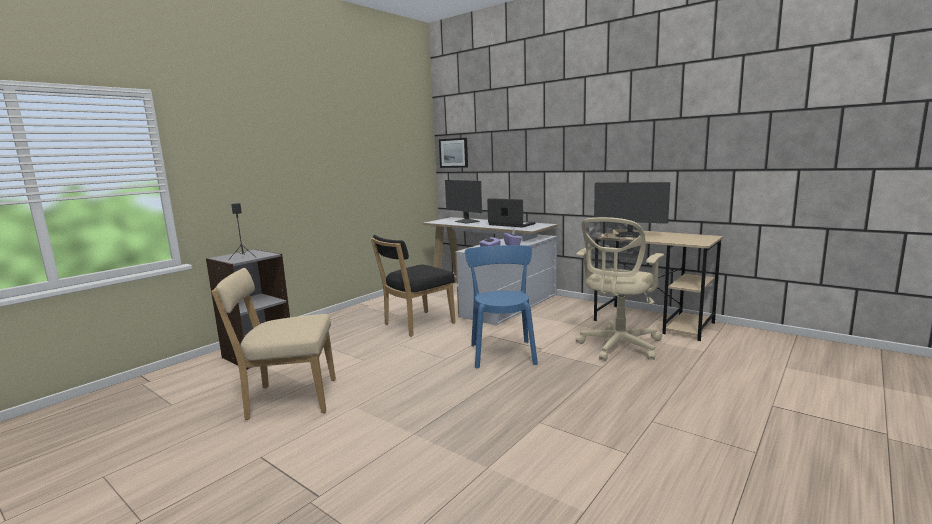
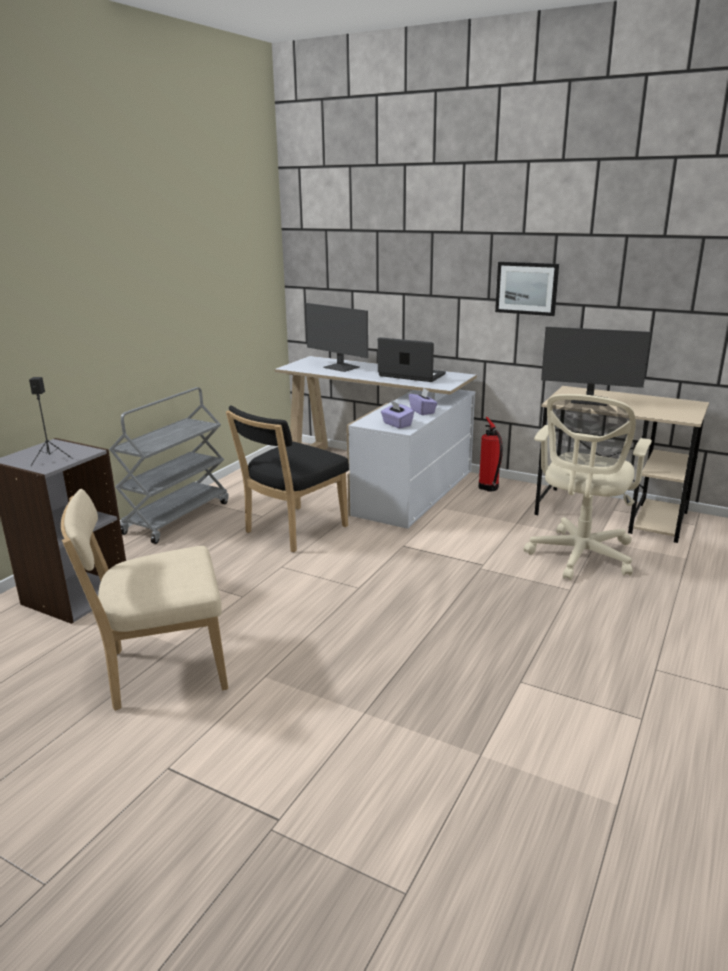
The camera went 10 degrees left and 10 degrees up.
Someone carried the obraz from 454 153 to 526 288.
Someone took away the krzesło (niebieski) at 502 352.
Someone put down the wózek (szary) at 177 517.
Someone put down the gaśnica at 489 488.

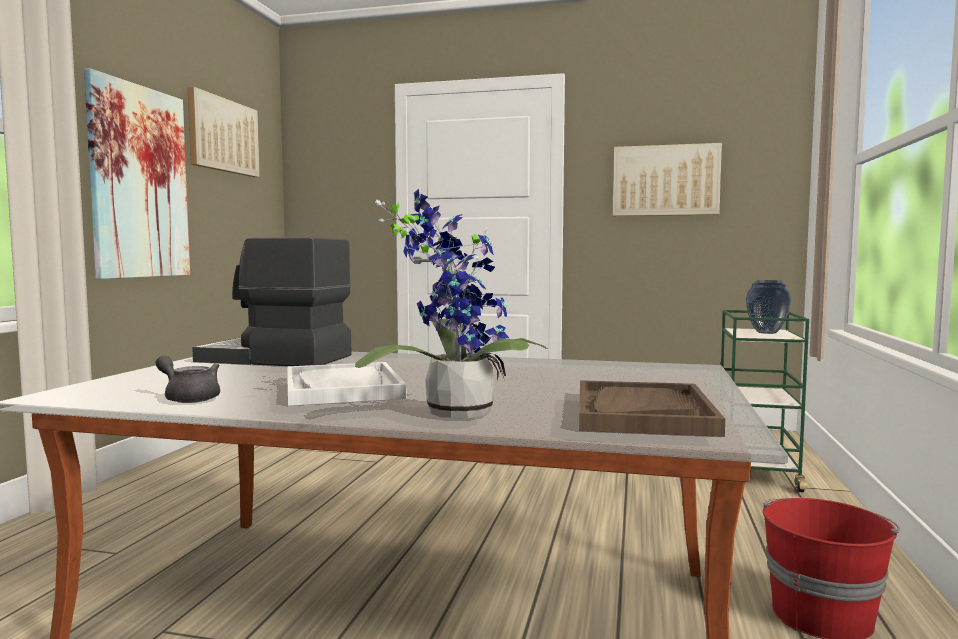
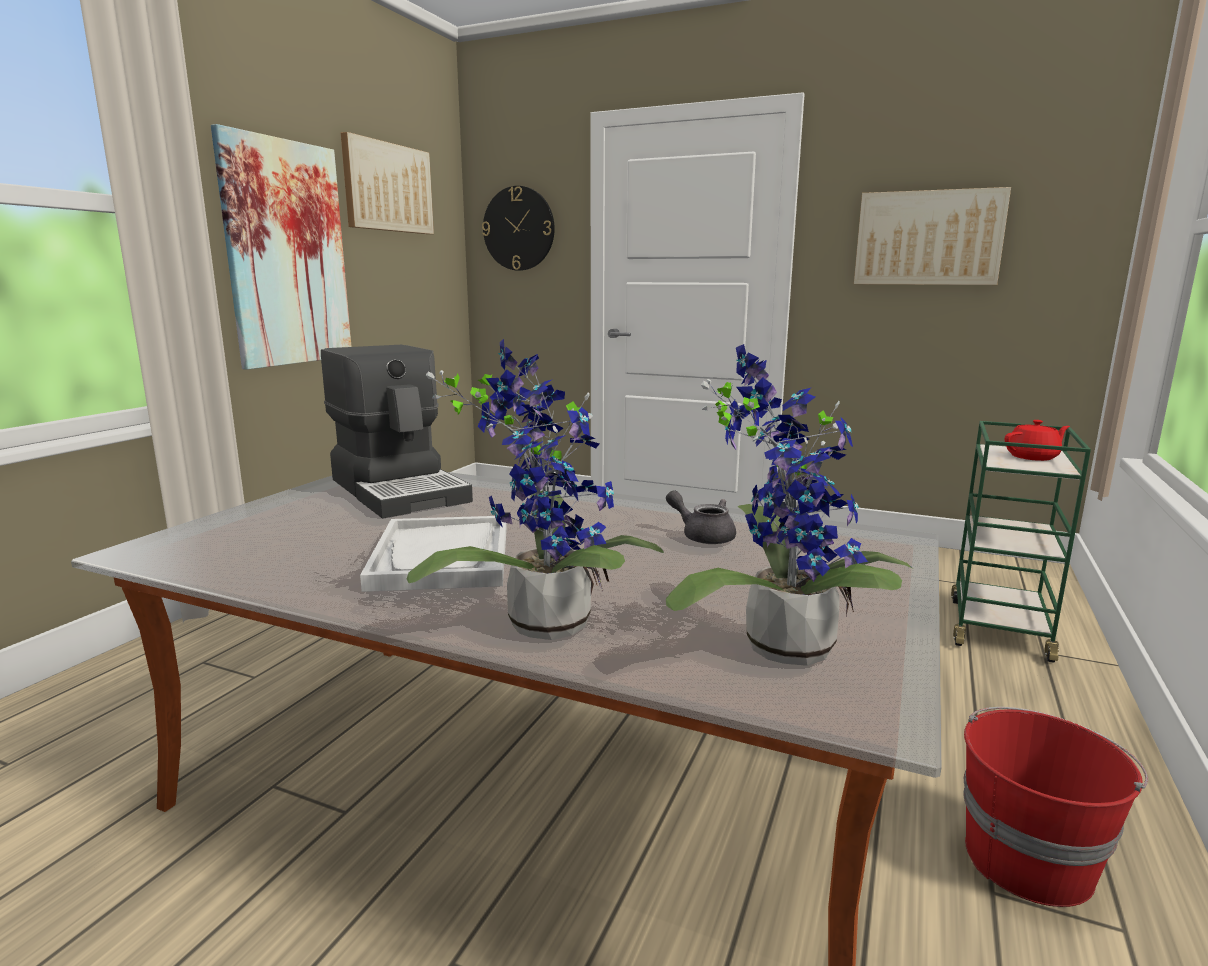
The camera went 10 degrees right and 10 degrees up.
Someone carried the imbryk (szary) from 189 398 to 703 536.
Someone rotated the ekspres do kawy at 275 359 by 150 degrees counterclockwise.
Someone swapped the taca (brązowy) at 642 412 for the roślina doniczkowa at 779 643.
Someone swapped the wazon at 766 332 for the imbryk (czerwony) at 1033 457.
Someone put up the zegar ścienny at 519 228.

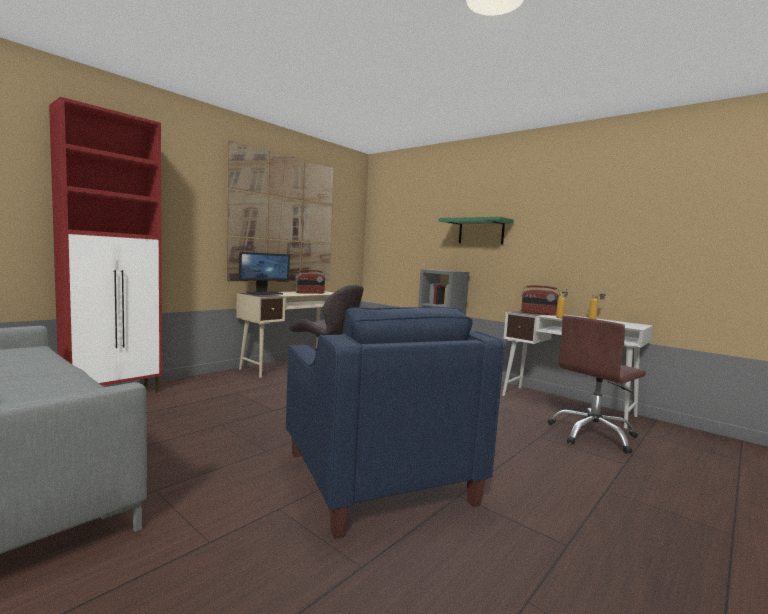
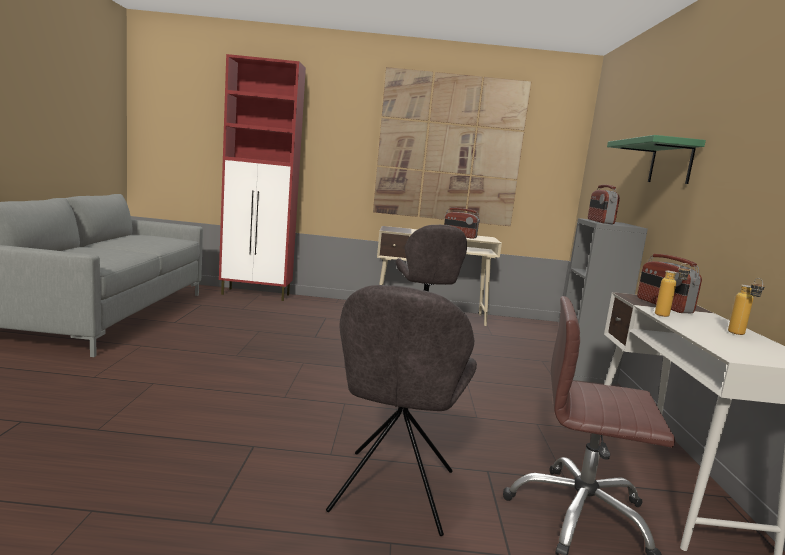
The camera went 50 degrees right and 5 degrees up.
Someone took away the monitor at 264 293.
Someone took away the fotel (niebieski) at 376 477.
Someone put down the krzesło (szary) at 392 494.
Someone put down the radio at 600 221.

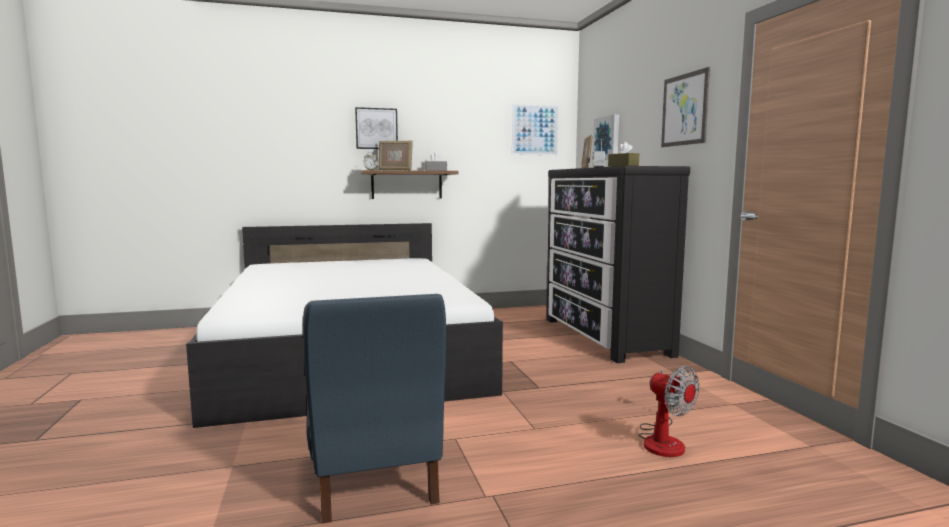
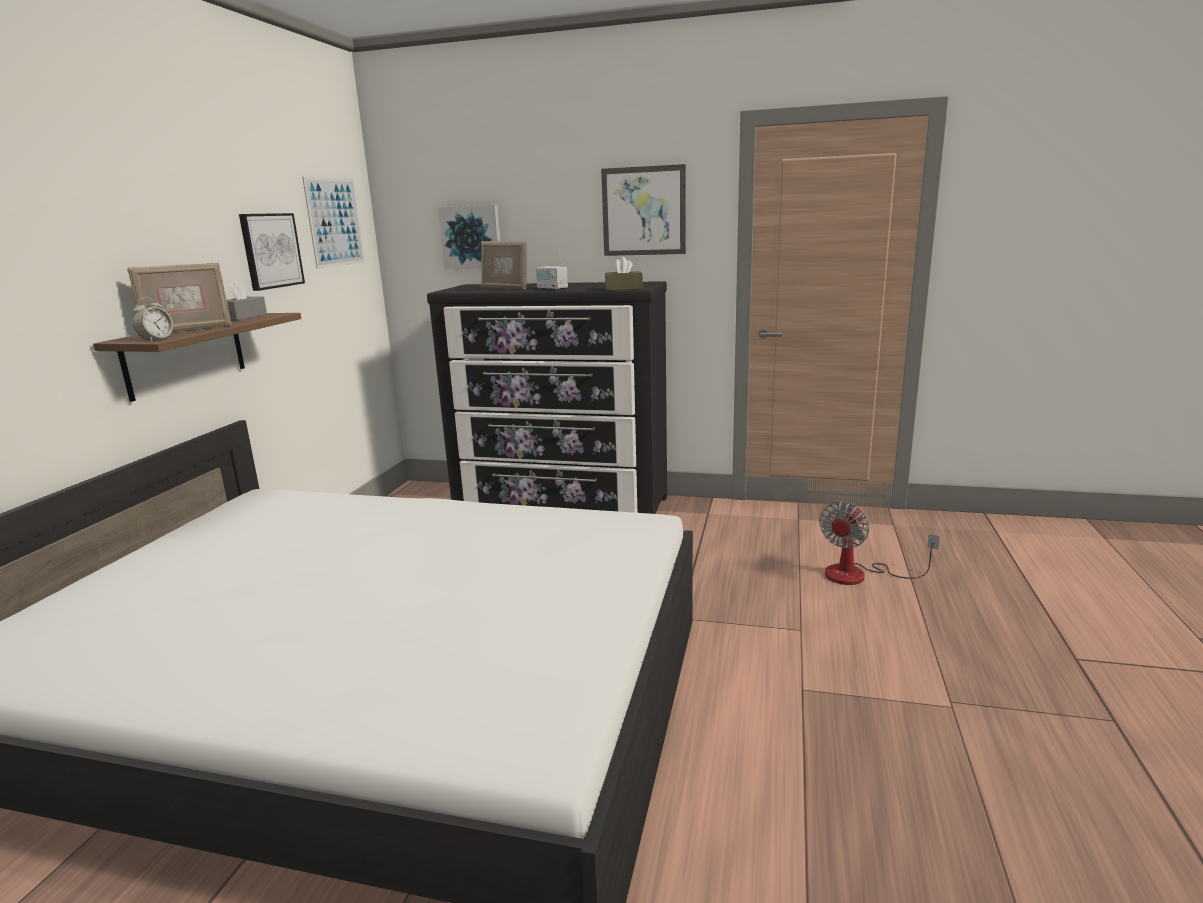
The camera went 60 degrees left and 10 degrees up.
Someone took away the krzesło (niebieski) at 374 480.
Someone carried the obraz from 376 128 to 271 250.
Someone rotated the wentylator at 662 440 by 135 degrees clockwise.

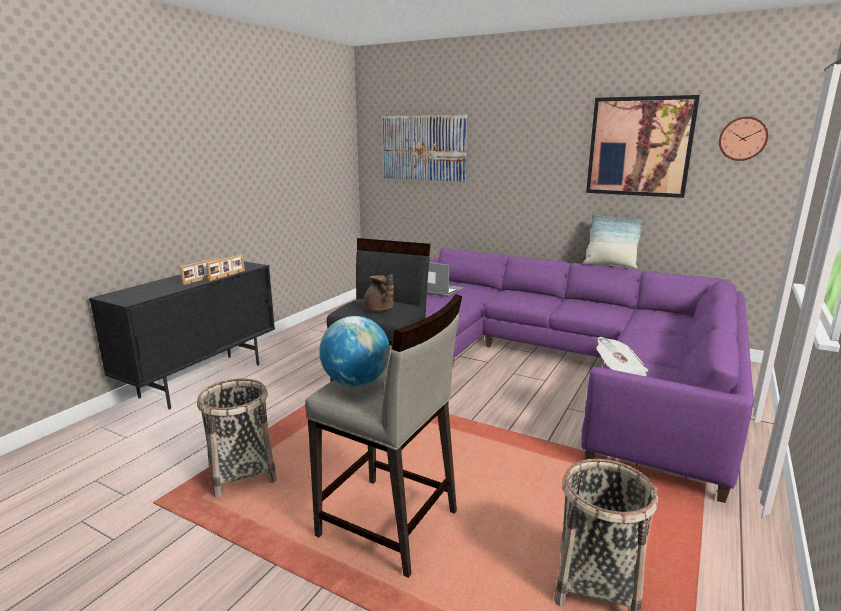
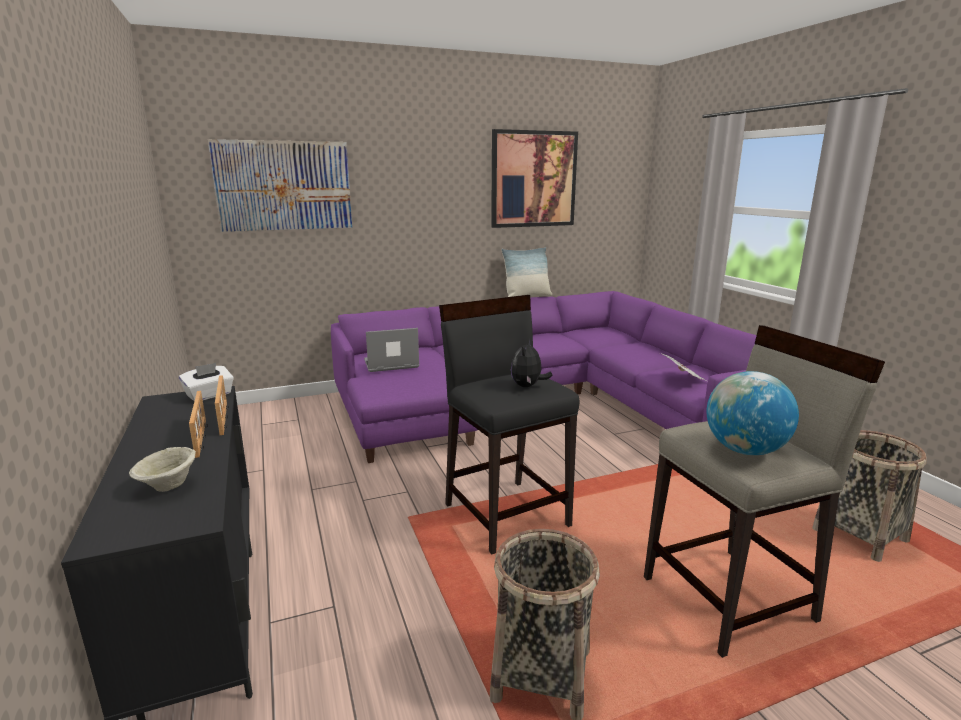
The camera went 50 degrees left and 0 degrees up.
Someone swapped the imbryk (brązowy) at 379 309 for the pluszak at 528 386.
Someone took away the zegar ścienny at 742 138.
Someone put down the miska (beżowy) at 169 486.
Someone put down the pudełko chusteczek (biały) at 209 395.

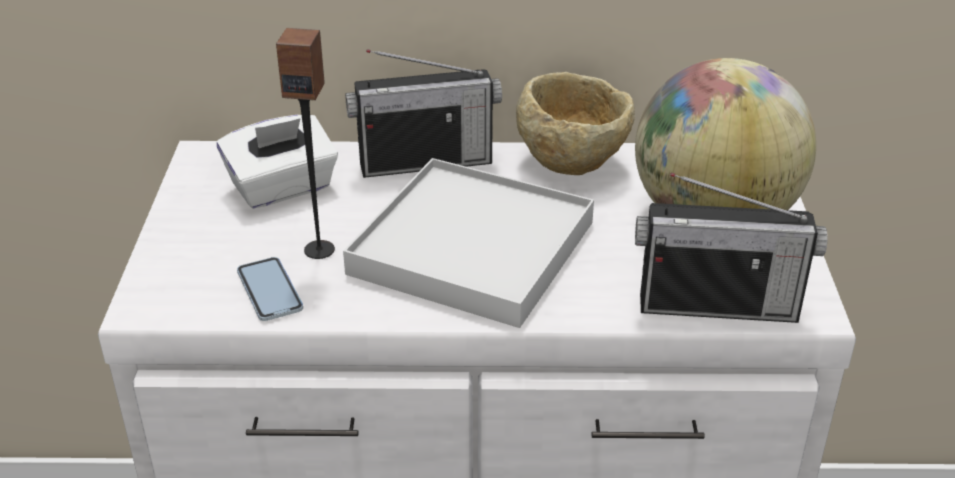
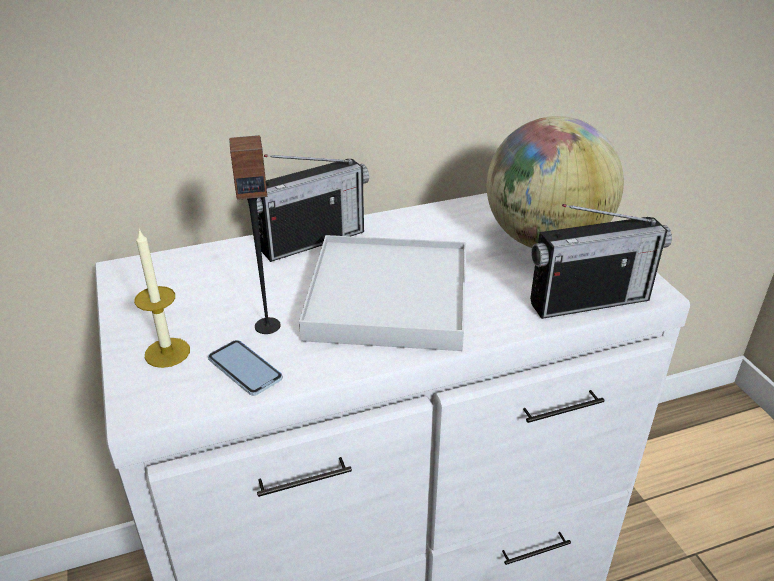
The camera went 20 degrees left and 0 degrees up.
Someone took away the pudełko chusteczek (biały) at 282 188.
Someone took away the miska (beżowy) at 573 162.
Someone put down the świeca at 167 352.

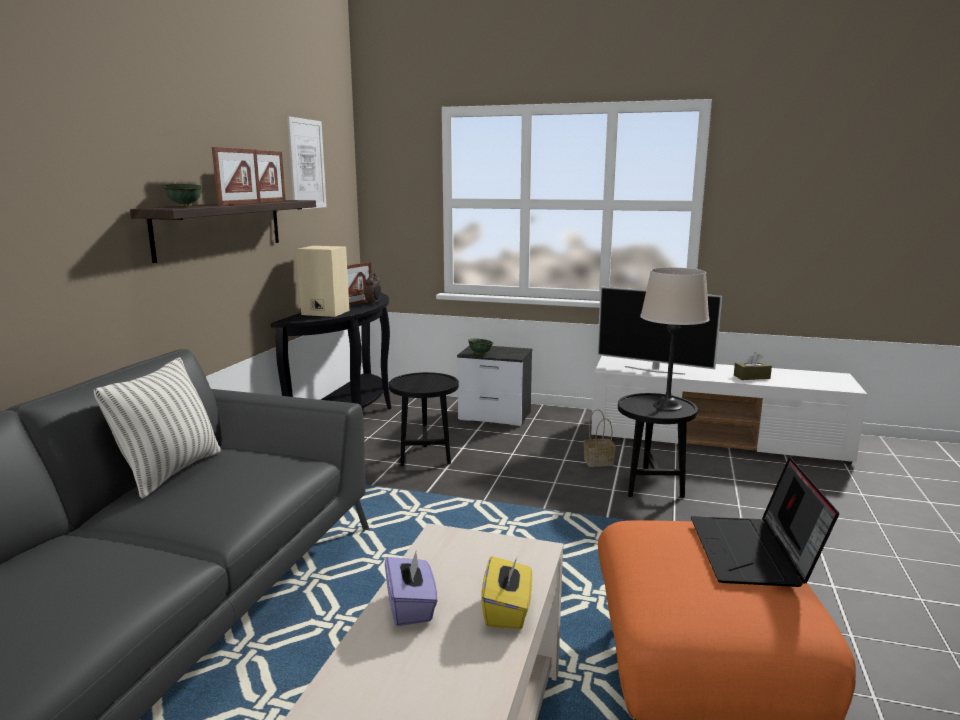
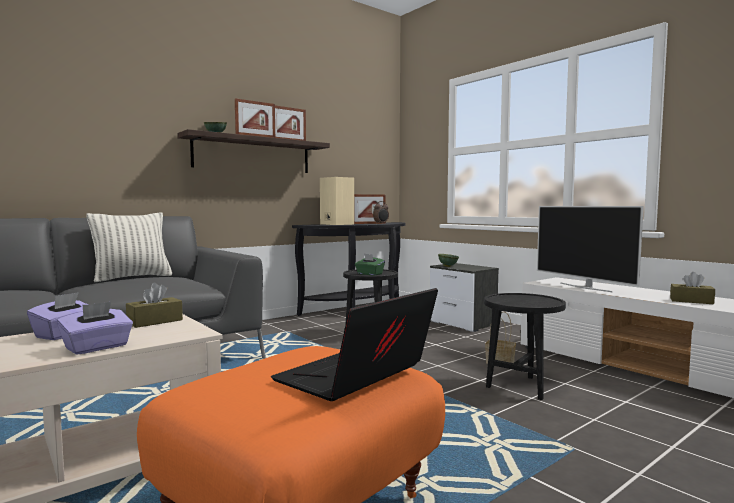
The camera went 35 degrees right and 10 degrees down.
Someone took away the obraz at 307 164.
Someone repainted the pudełko chusteczek (żółty) at 507 611, which became the pudełko chusteczek (fioletowy) at 97 347.
Someone took away the lampa stołowa (beżowy) at 667 406.
Someone put down the pudełko chusteczek (brązowy) at 155 321.
Someone put down the pudełko chusteczek (zielony) at 369 274.

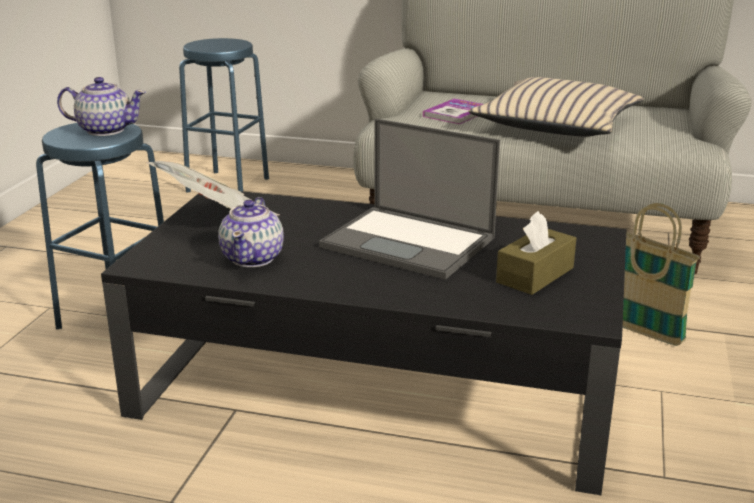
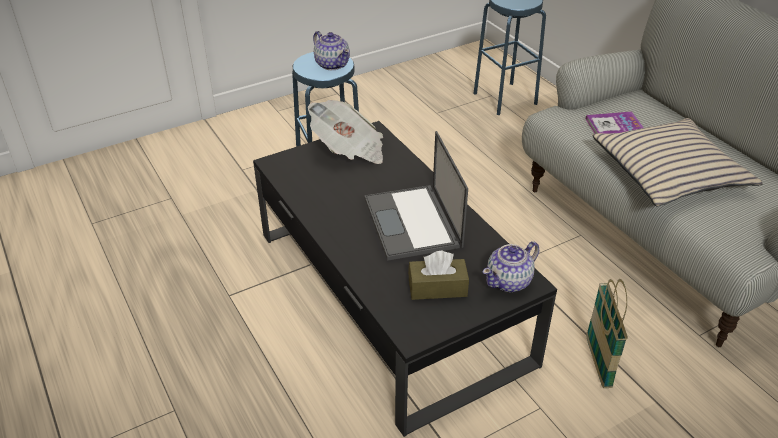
The camera went 45 degrees right and 15 degrees up.
Someone carried the imbryk from 253 258 to 509 281.

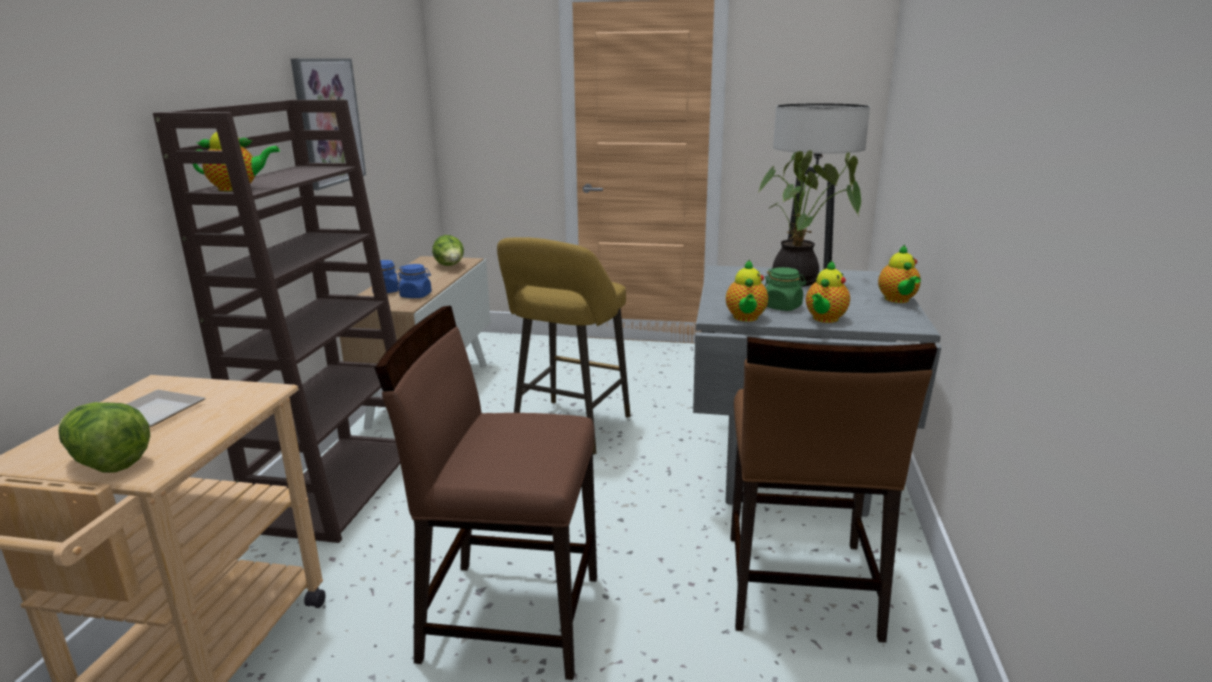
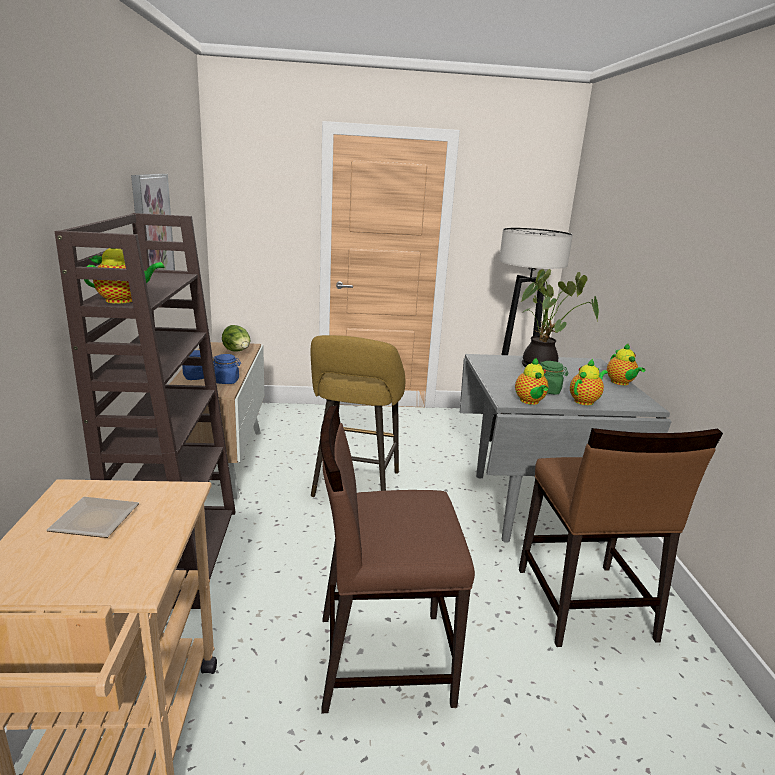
The camera went 15 degrees left and 0 degrees up.
Someone took away the sałata at 107 462.
Someone rotated the imbryk at 824 319 by 150 degrees counterclockwise.

